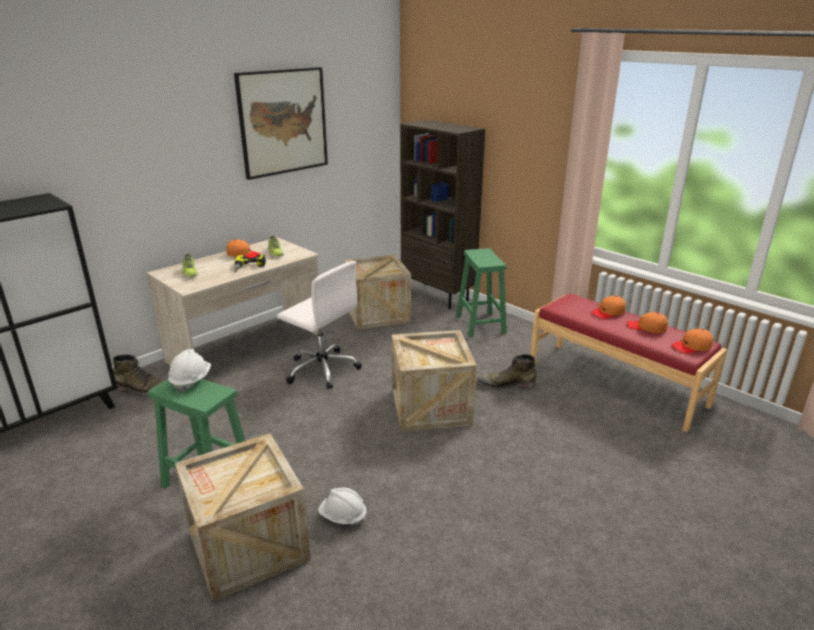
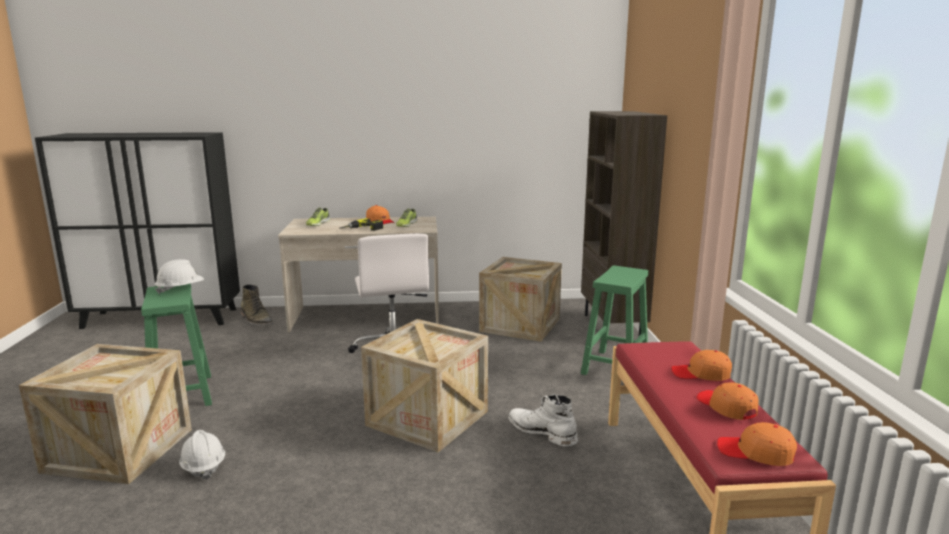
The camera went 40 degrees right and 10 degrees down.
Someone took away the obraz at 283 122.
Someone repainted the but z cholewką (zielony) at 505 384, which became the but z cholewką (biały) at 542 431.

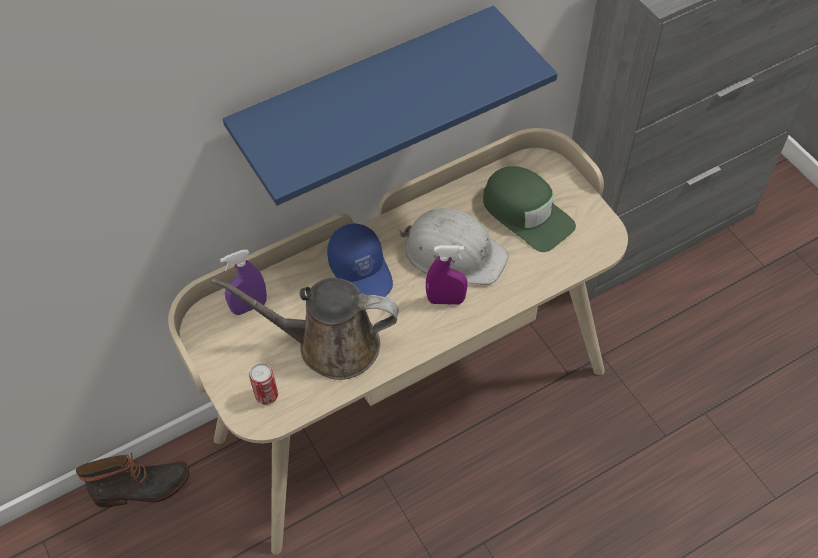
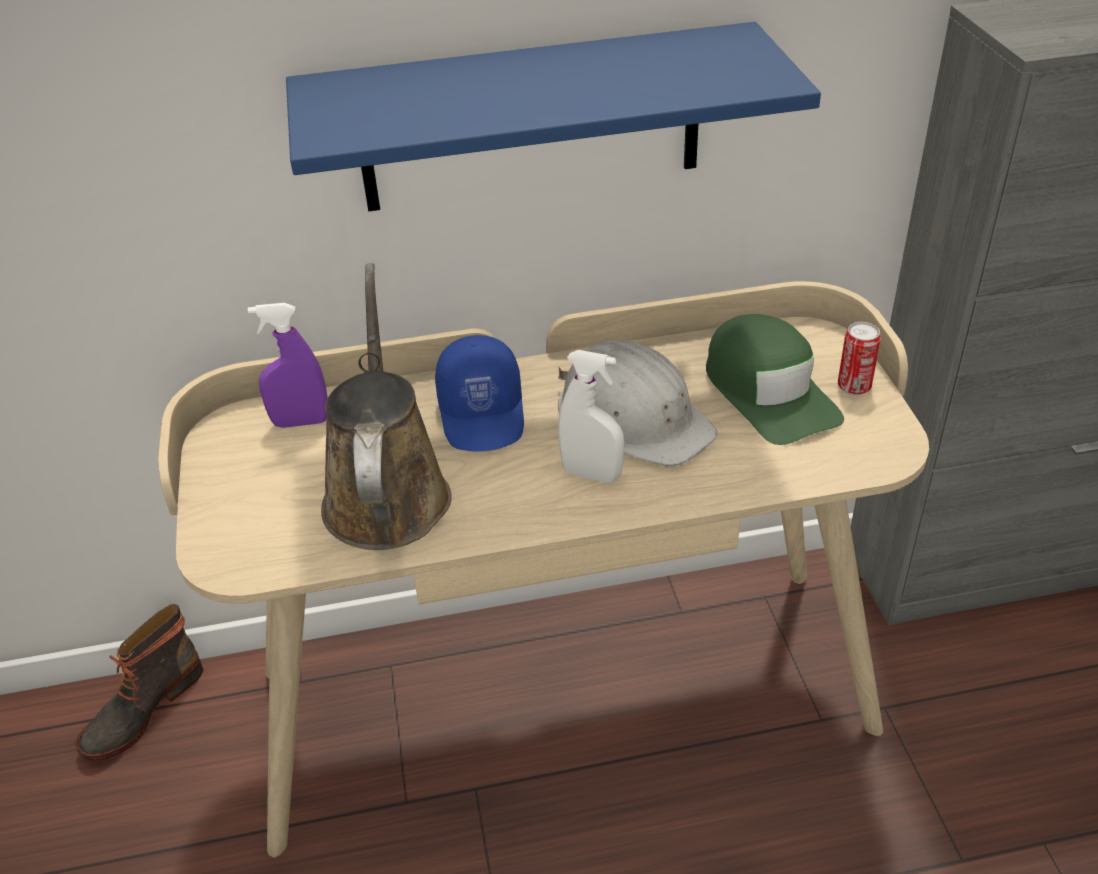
The camera went 20 degrees right and 15 degrees down.
Someone rotated the but z cholewką at 142 488 by 120 degrees clockwise.
Someone rotated the konewka (brązowy) at 330 344 by 60 degrees clockwise.
Someone carried the puszka from 266 395 to 854 386.
Someone repainted the spryskiwacz (fioletowy) at 446 300, which became the spryskiwacz (biały) at 591 474.

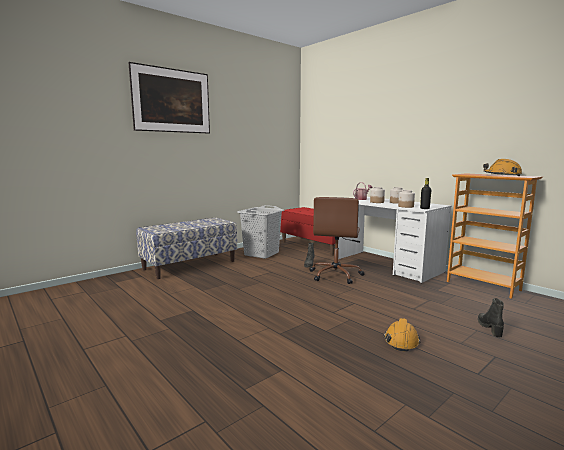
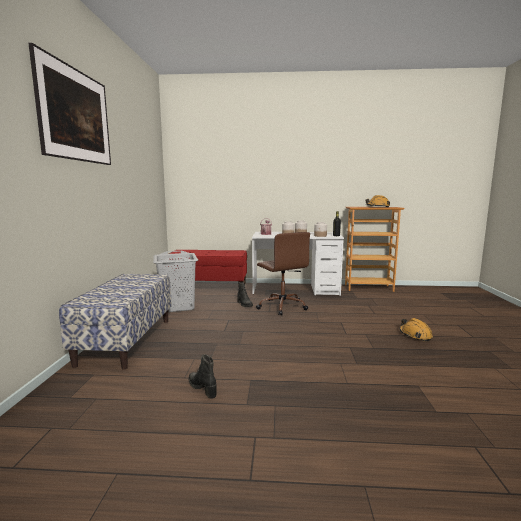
The camera went 45 degrees left and 0 degrees up.
Someone carried the but z cholewką (czarny) from 490 328 to 203 388.

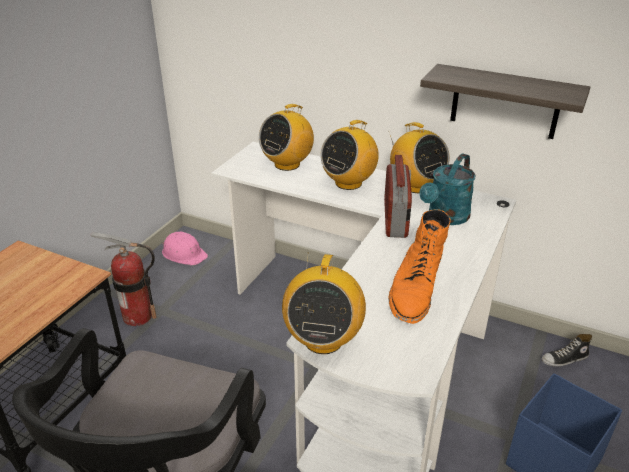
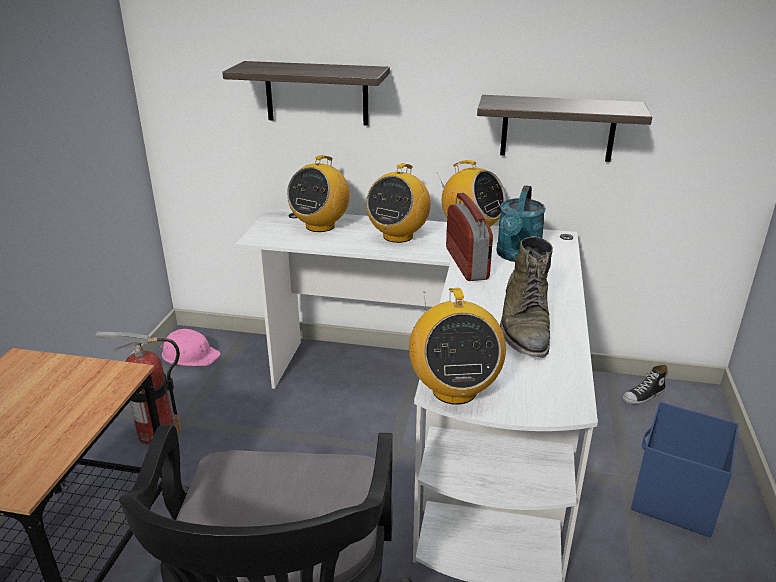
The camera went 15 degrees left and 5 degrees down.
Someone repainted the but z cholewką (pomarańczowy) at 415 289, which became the but z cholewką (zielony) at 524 326.
Someone put up the półka at 316 93.

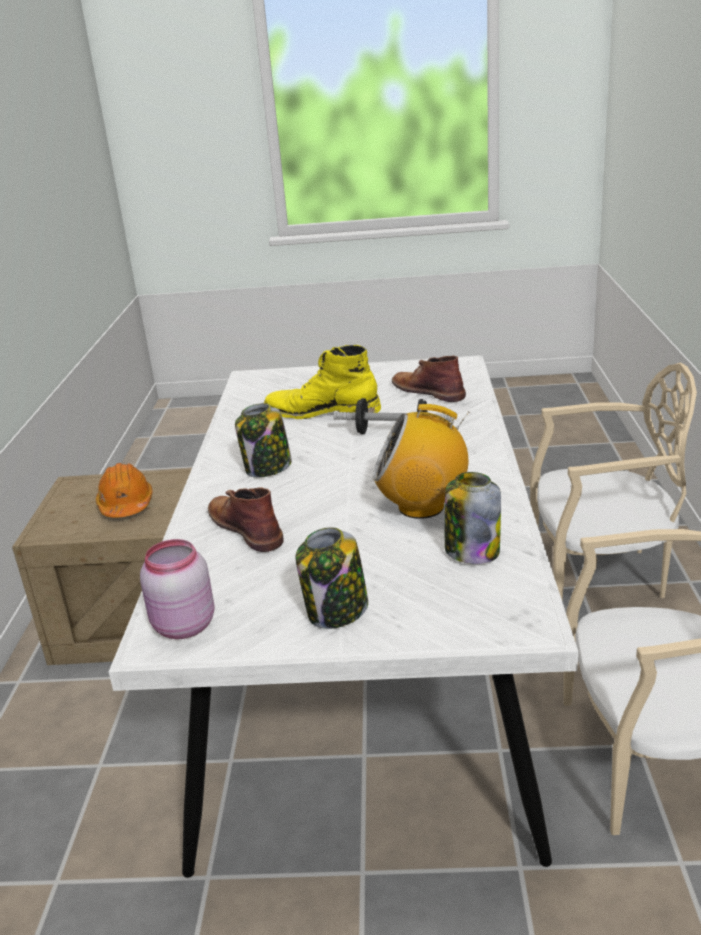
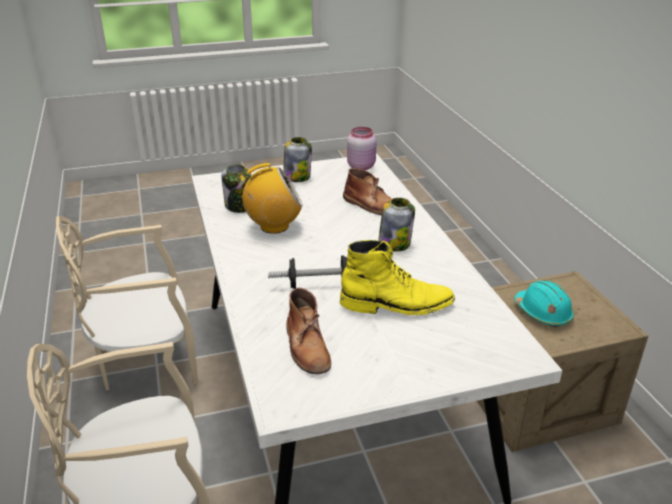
The camera went 160 degrees right and 5 degrees up.
Someone repainted the kask (pomarańczowy) at 126 505, which became the kask (turkusowy) at 543 313.
Someone rotated the but z cholewką (brązowy) at 428 391 by 45 degrees clockwise.

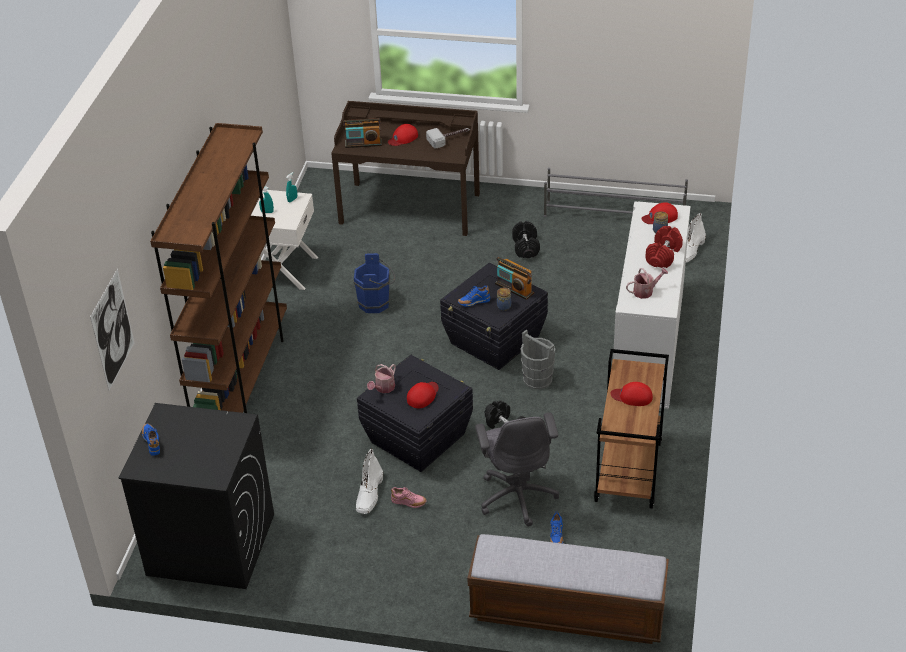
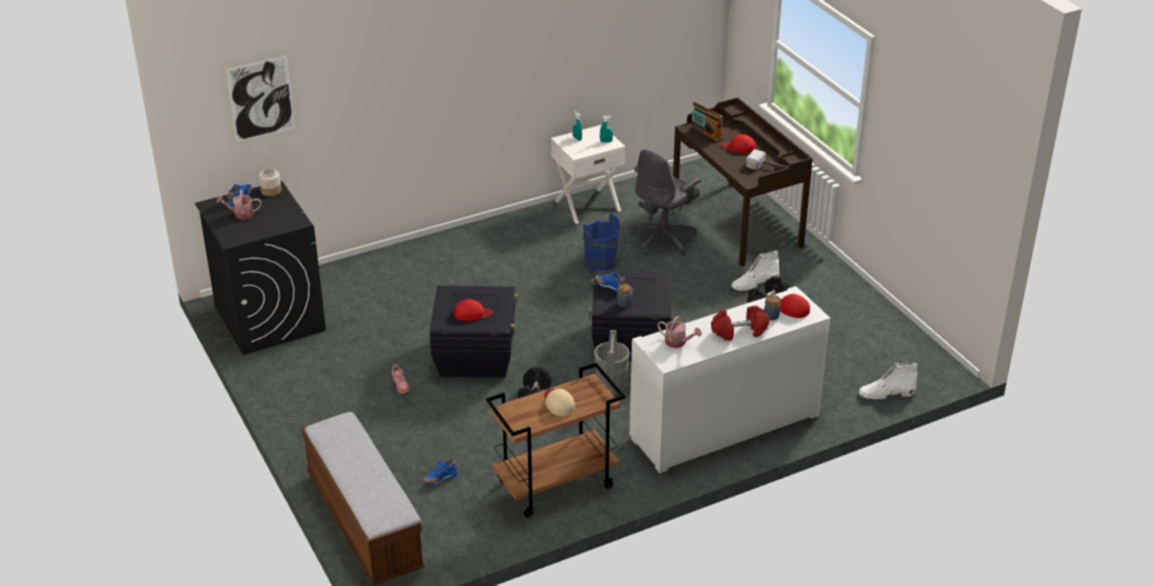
The camera went 50 degrees right and 5 degrees down.
Someone took away the regał (brązowy) at 242 378.
Someone carried the but z cholewką (biały) from 369 494 to 754 284.
Someone carried the konewka from 383 388 to 240 214.
Someone carried the krzesło biurowe (szary) from 517 496 to 664 239.
Someone took away the radio at 514 288.
Someone took away the regał na buty (szary) at 615 215.
Someone repainted the czapka z daszkiem (czerwony) at 632 396, which became the czapka z daszkiem (beżowy) at 558 403.
Someone put down the słoik at 271 191.

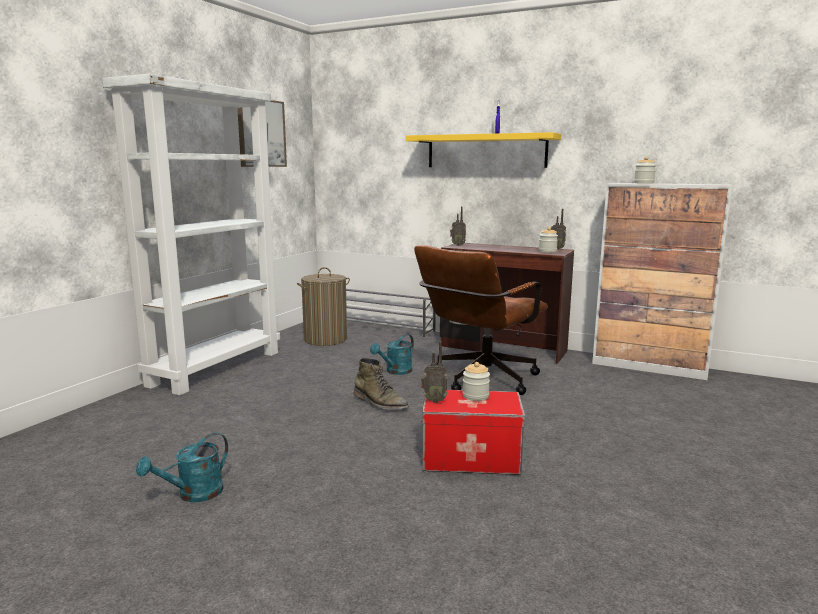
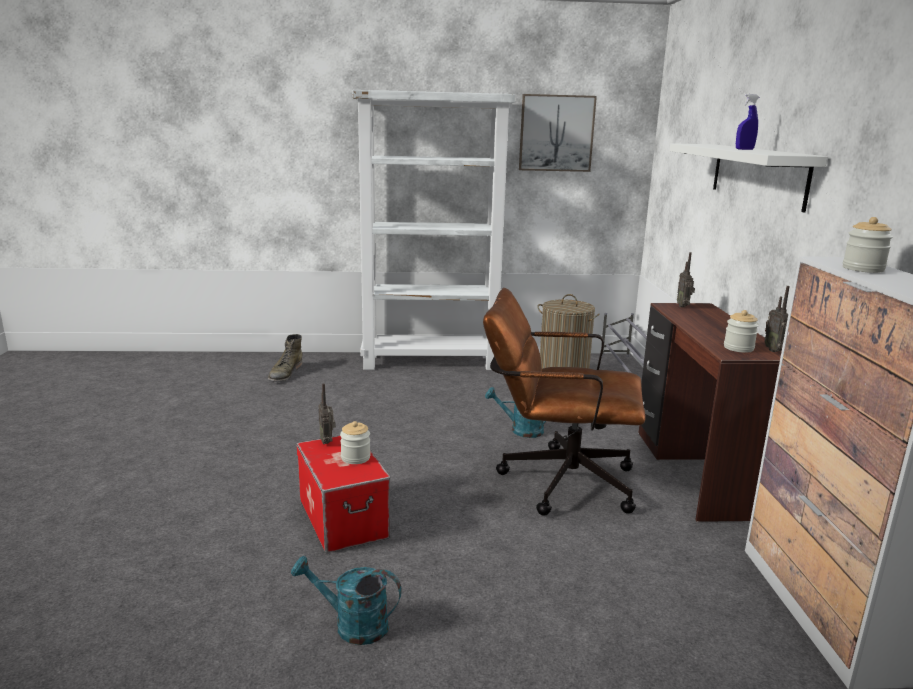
The camera went 60 degrees right and 5 degrees up.
Someone carried the konewka (turkusowy) from 193 495 to 352 625.
Someone carried the but z cholewką (zielony) from 380 403 to 285 374.
Someone repainted the półka (żółty) at 486 151, which became the półka (biały) at 757 174.

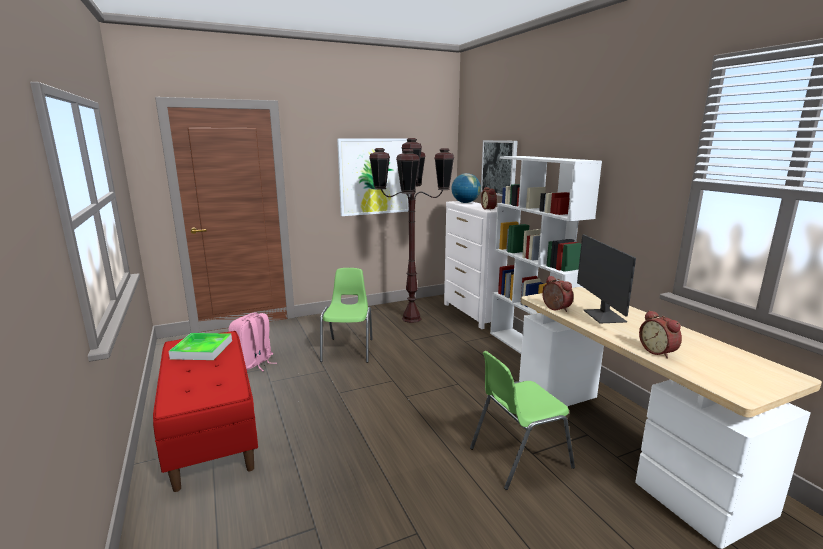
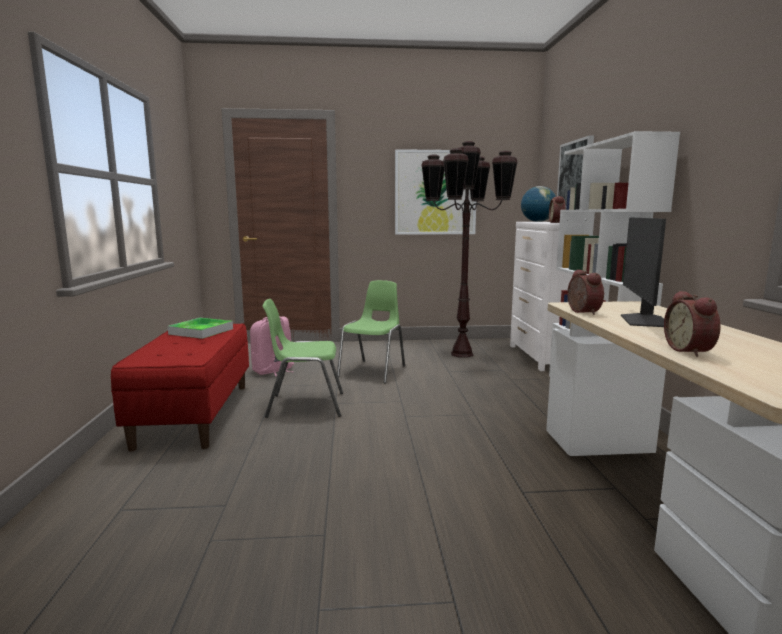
The camera went 20 degrees right and 5 degrees down.
Someone carried the krzesło (zielony) from 518 457 to 304 405.

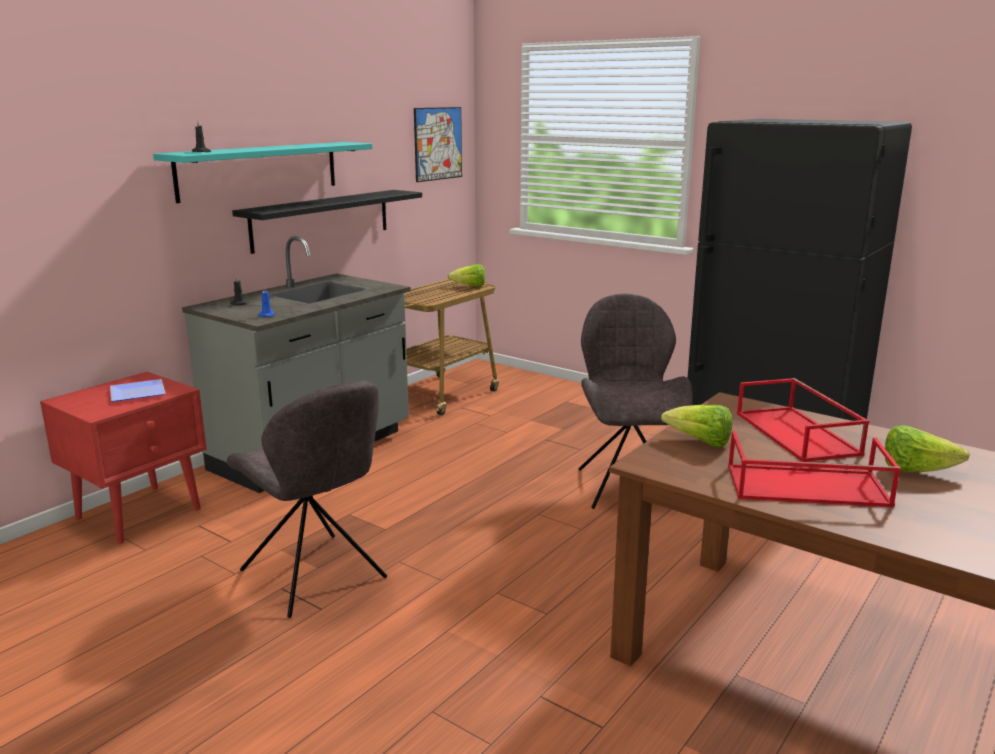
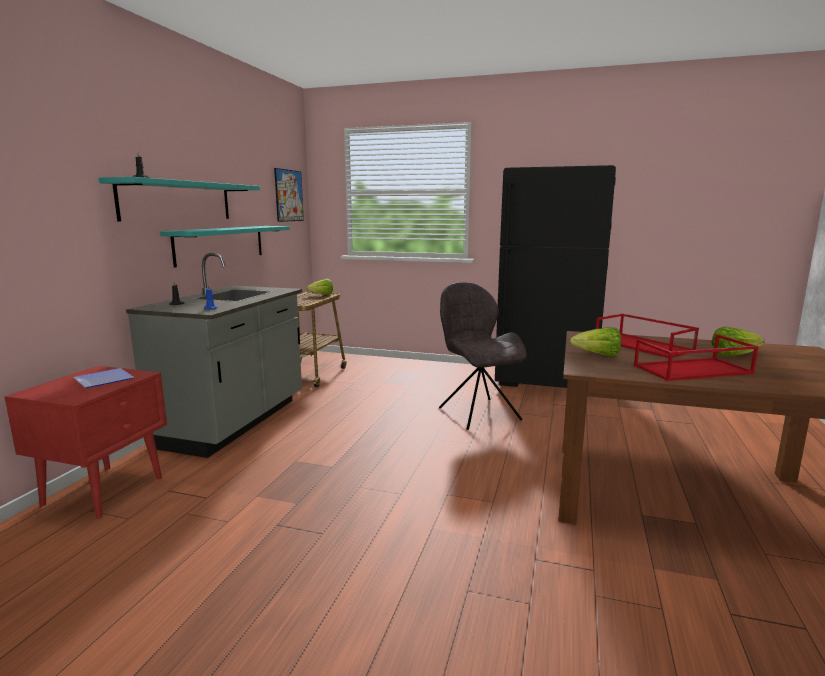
The camera went 20 degrees left and 5 degrees down.
Someone took away the krzesło (szary) at 315 577.
Someone repainted the półka (czarny) at 322 220, which became the półka (turkusowy) at 221 244.

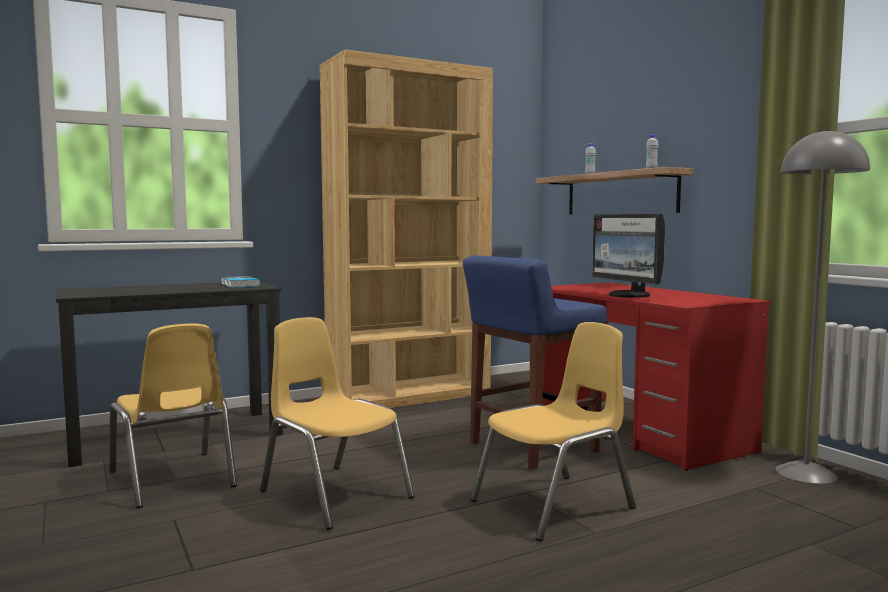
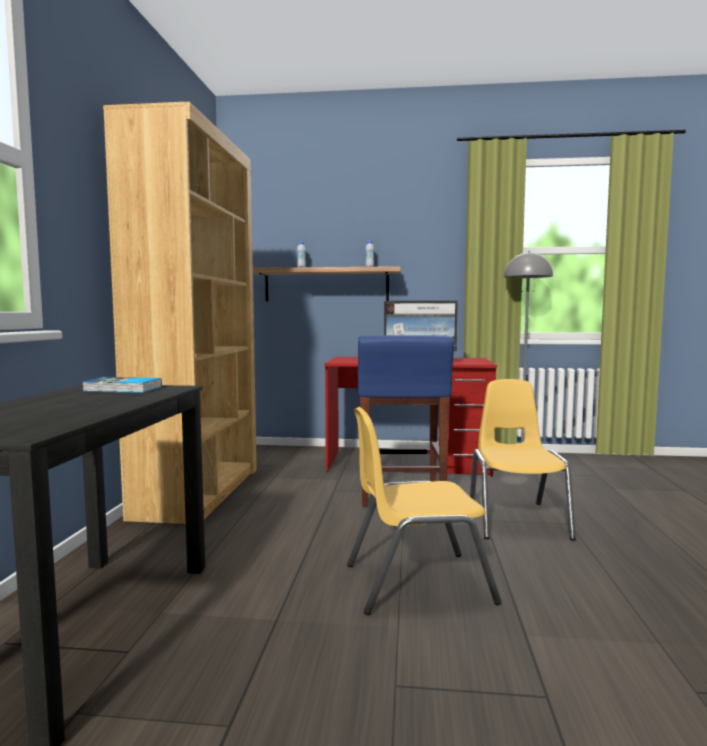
The camera went 55 degrees left and 0 degrees up.
Someone took away the krzesło (żółty) at 172 479.

